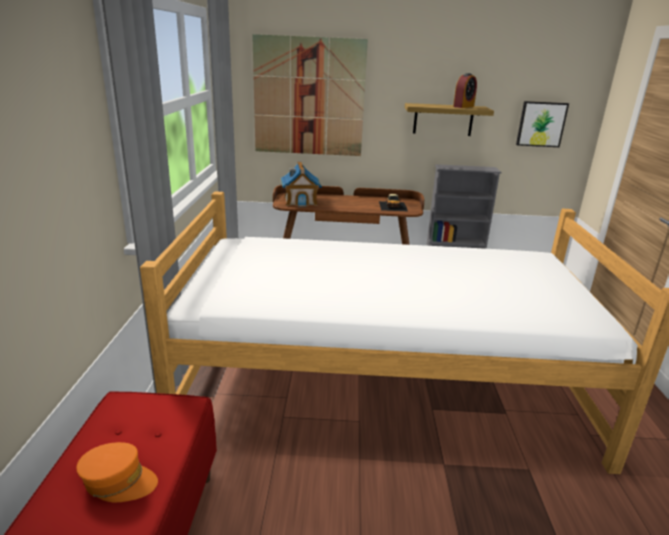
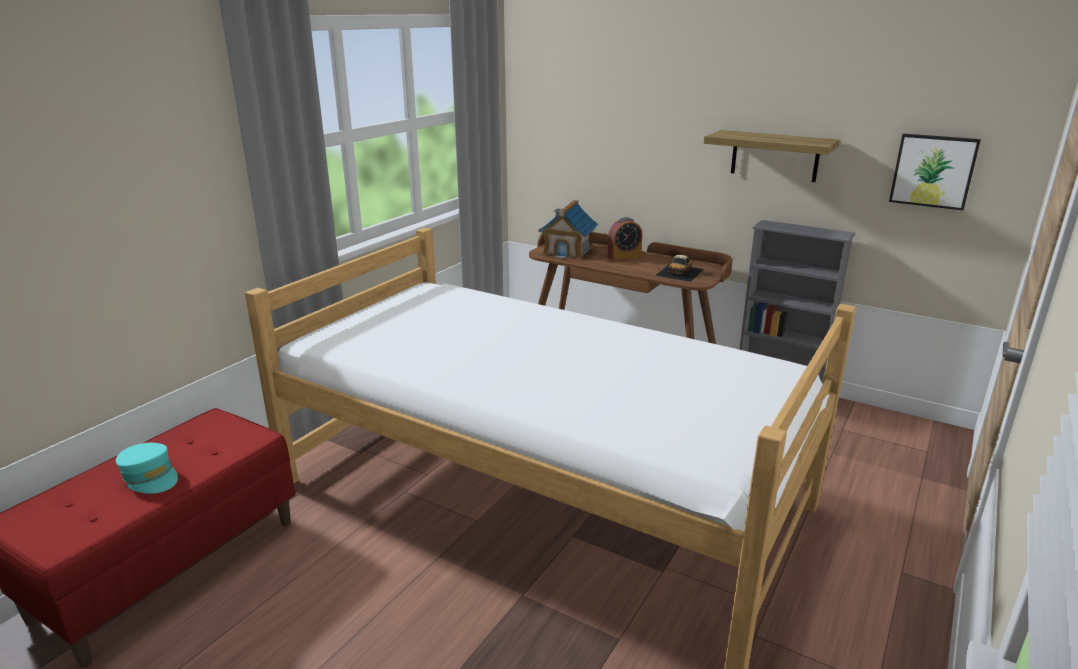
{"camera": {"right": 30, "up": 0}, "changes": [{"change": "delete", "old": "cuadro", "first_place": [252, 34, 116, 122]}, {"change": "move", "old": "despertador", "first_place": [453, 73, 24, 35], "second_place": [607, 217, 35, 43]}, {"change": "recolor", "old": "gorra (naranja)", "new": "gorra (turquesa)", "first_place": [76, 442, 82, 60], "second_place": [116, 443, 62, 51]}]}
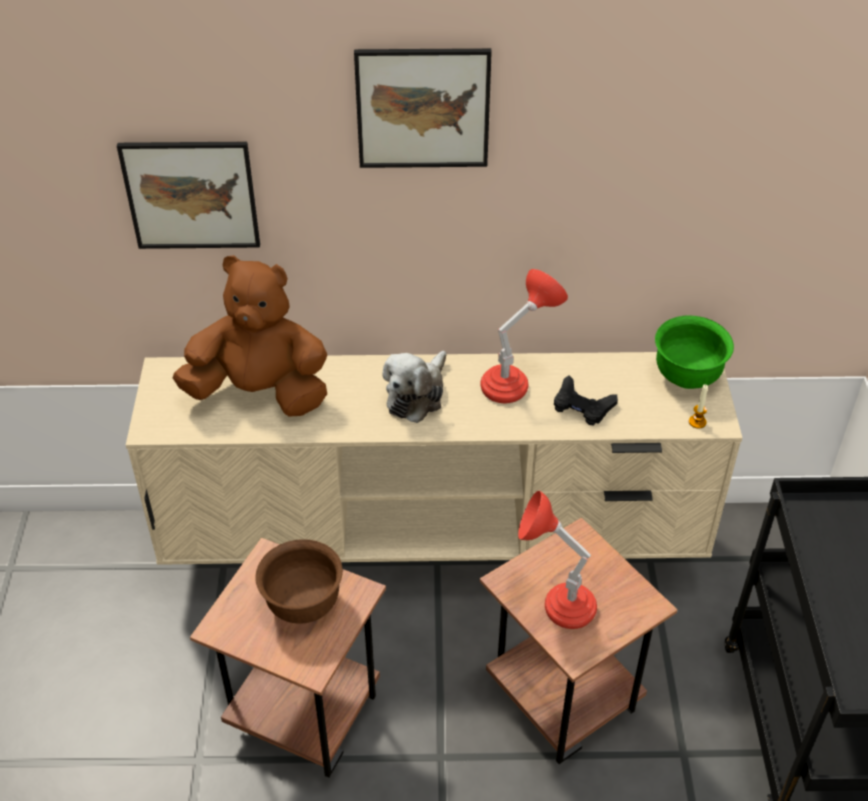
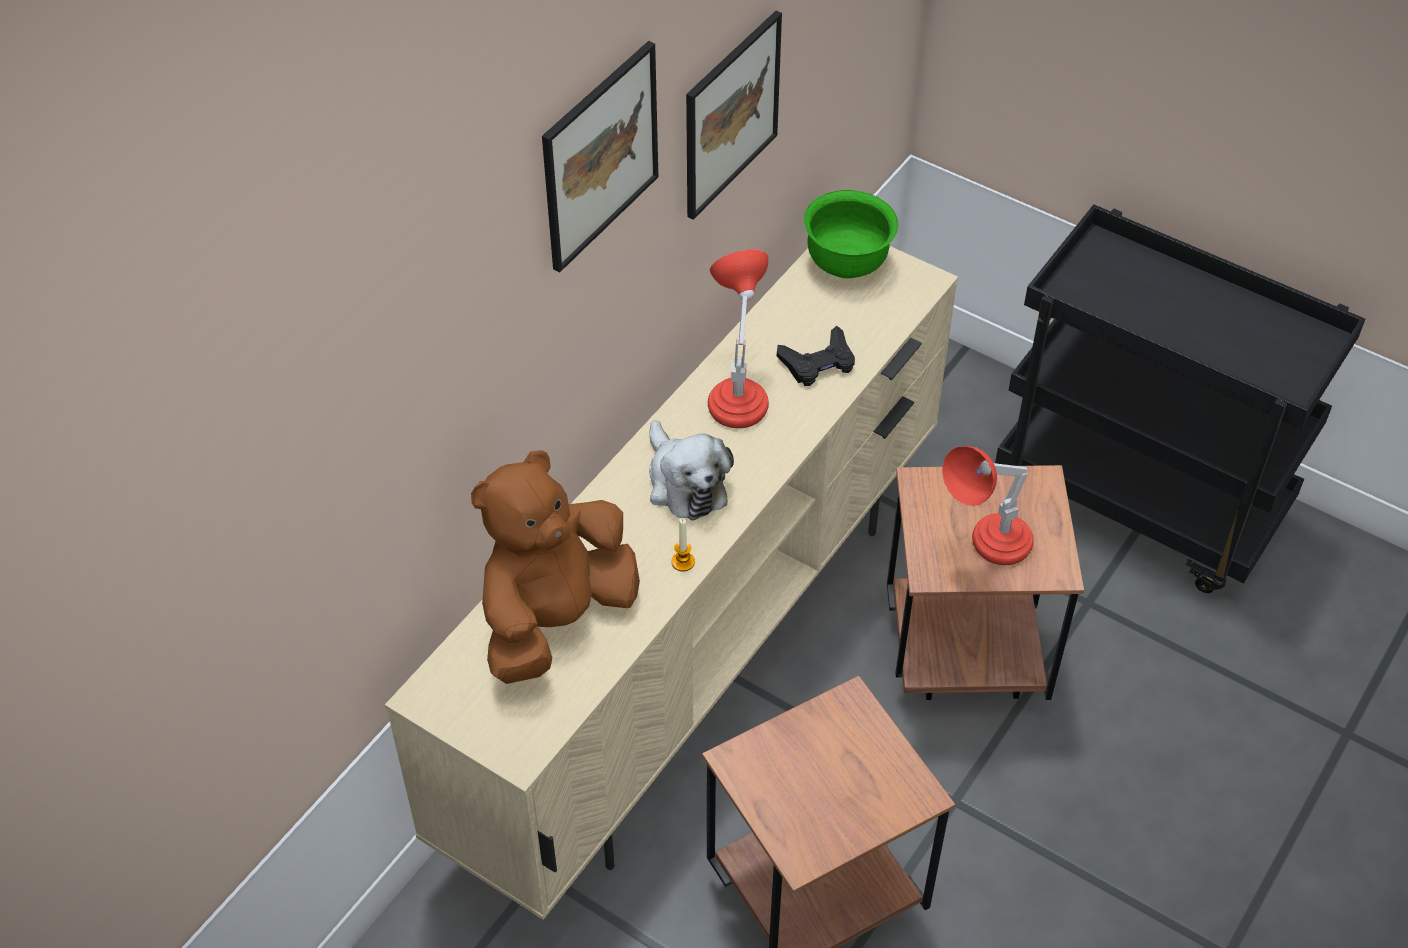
{"camera": {"right": -55, "up": 5}, "changes": [{"change": "move", "old": "cuadro", "first_place": [117, 142, 143, 107], "second_place": [686, 11, 96, 209]}, {"change": "move", "old": "vela", "first_place": [689, 384, 19, 45], "second_place": [671, 518, 24, 53]}, {"change": "delete", "old": "cuenco (marrón)", "first_place": [255, 539, 88, 85]}]}
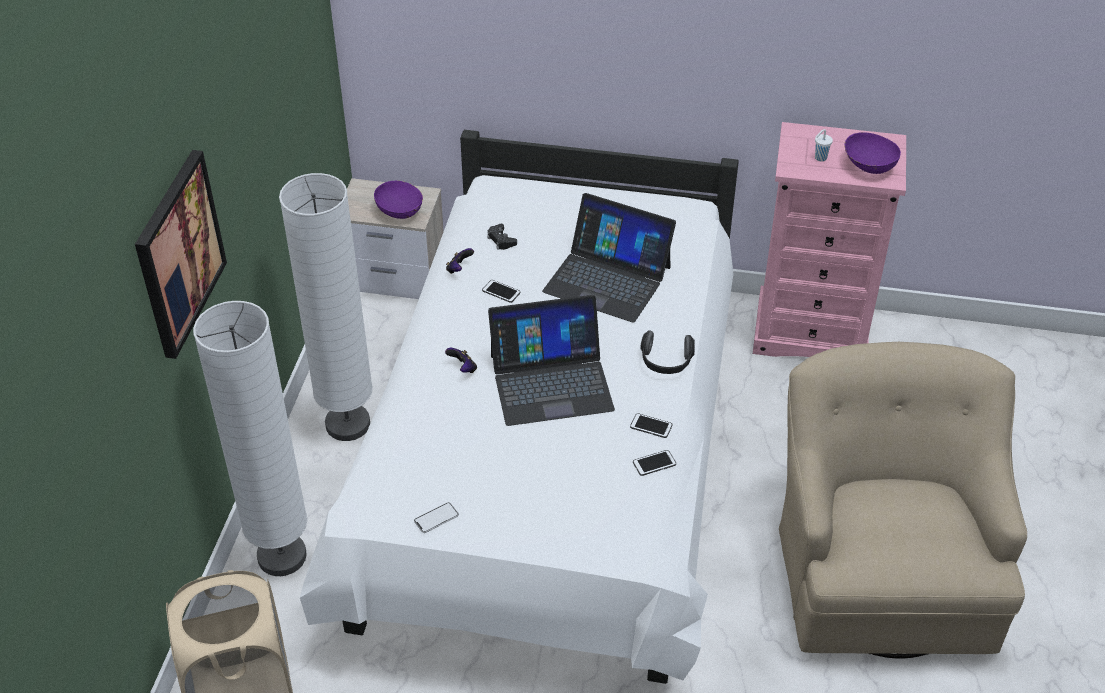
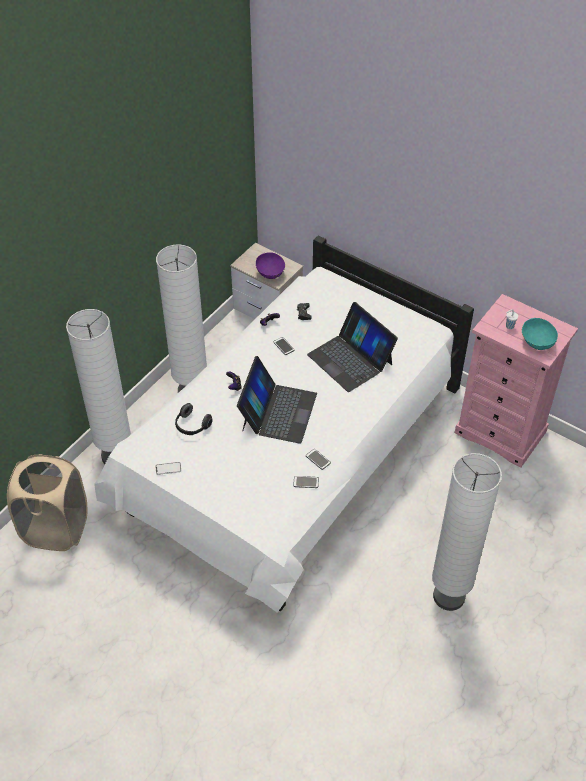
{"camera": {"right": 25, "up": 5}, "changes": [{"change": "recolor", "old": "cuenco (morado)", "new": "cuenco (turquesa)", "first_place": [844, 132, 57, 42], "second_place": [522, 318, 36, 32]}, {"change": "delete", "old": "cuadro", "first_place": [135, 150, 92, 209]}, {"change": "rotate", "old": "portátil", "first_place": [488, 295, 127, 131], "second_place": [237, 356, 80, 88], "degrees": -90}, {"change": "move", "old": "auriculares", "first_place": [640, 330, 55, 44], "second_place": [175, 403, 38, 32]}, {"change": "replace", "old": "sillón (beis)", "new": "lámpara de pie (blanco)", "first_place": [779, 342, 248, 317], "second_place": [432, 453, 70, 158]}]}
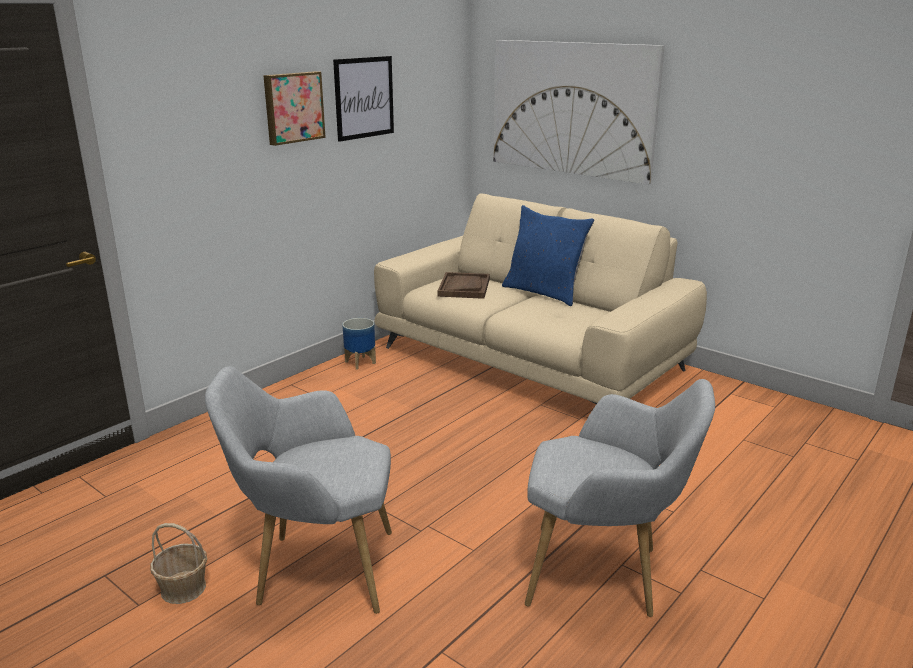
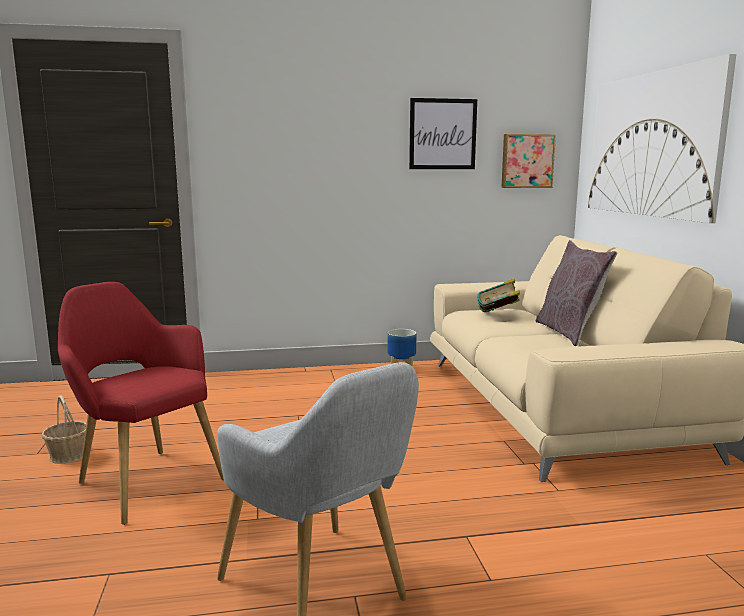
{"camera": {"right": 40, "up": -10}, "changes": [{"change": "move", "old": "cuadro", "first_place": [263, 71, 63, 75], "second_place": [501, 134, 55, 54]}, {"change": "recolor", "old": "cojín (azul)", "new": "cojín (gris)", "first_place": [502, 205, 92, 101], "second_place": [535, 240, 82, 106]}, {"change": "replace", "old": "bandeja (marrón)", "new": "libro", "first_place": [437, 272, 53, 27], "second_place": [477, 278, 43, 34]}, {"change": "recolor", "old": "sillón (gris)", "new": "sillón (rojo)", "first_place": [205, 366, 187, 248], "second_place": [58, 282, 166, 243]}]}
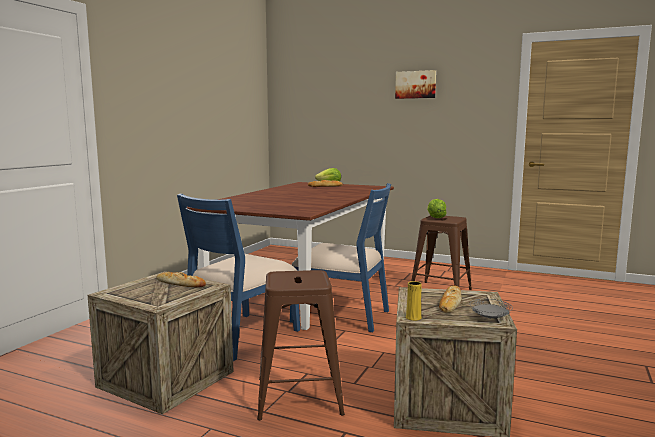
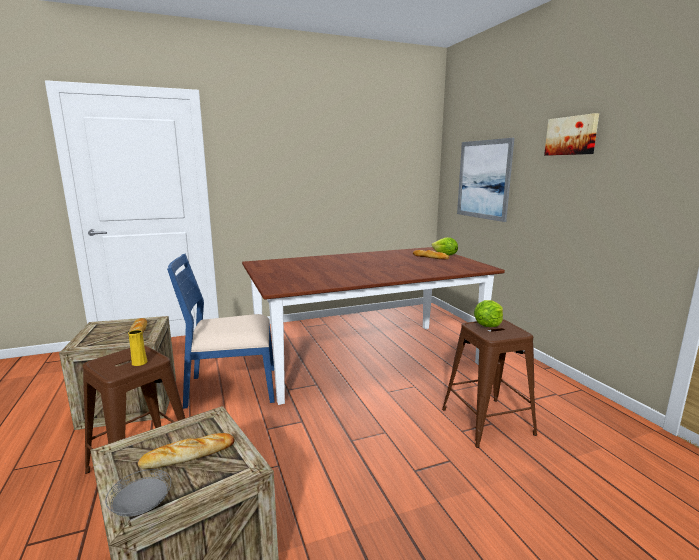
{"camera": {"right": 45, "up": 5}, "changes": [{"change": "delete", "old": "silla (azul)", "first_place": [290, 183, 101, 149]}, {"change": "move", "old": "florero (amarillo)", "first_place": [406, 281, 16, 40], "second_place": [128, 330, 20, 36]}, {"change": "insert", "new": "cuadro", "second_place": [457, 138, 57, 84]}]}
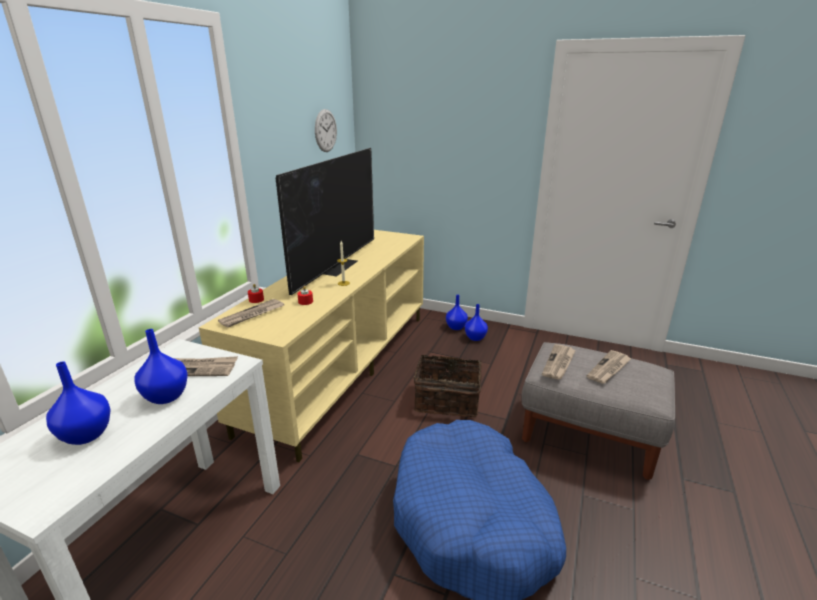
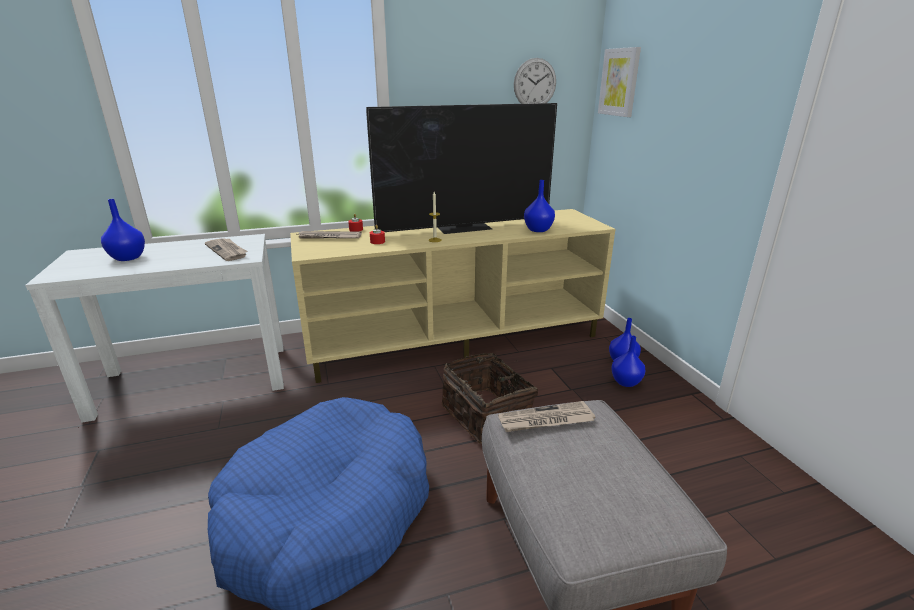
{"camera": {"right": 50, "up": 0}, "changes": [{"change": "move", "old": "florero (azul)", "first_place": [135, 329, 53, 75], "second_place": [524, 180, 31, 52]}, {"change": "delete", "old": "periódico", "first_place": [586, 350, 46, 34]}, {"change": "insert", "new": "cuadro", "second_place": [598, 47, 43, 70]}]}
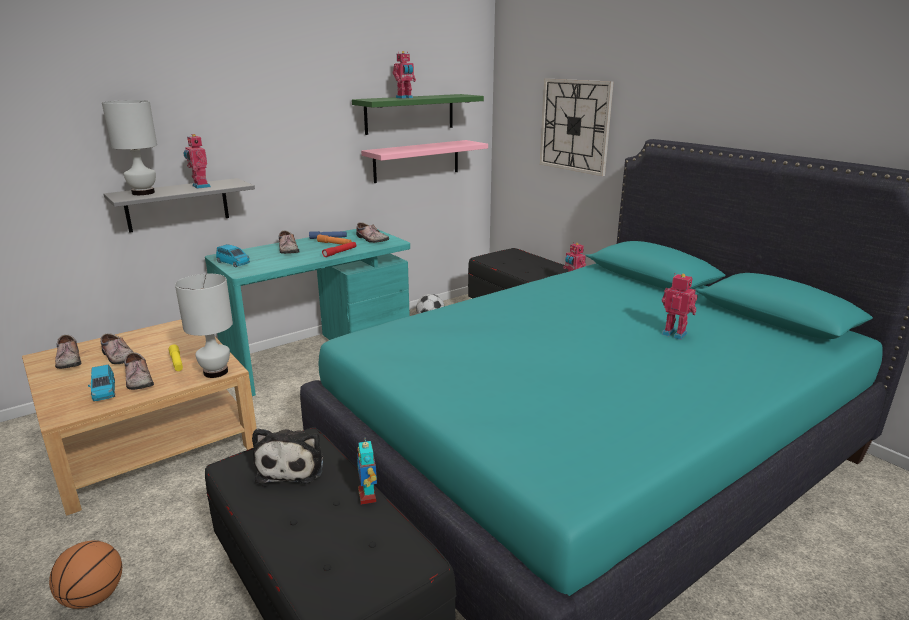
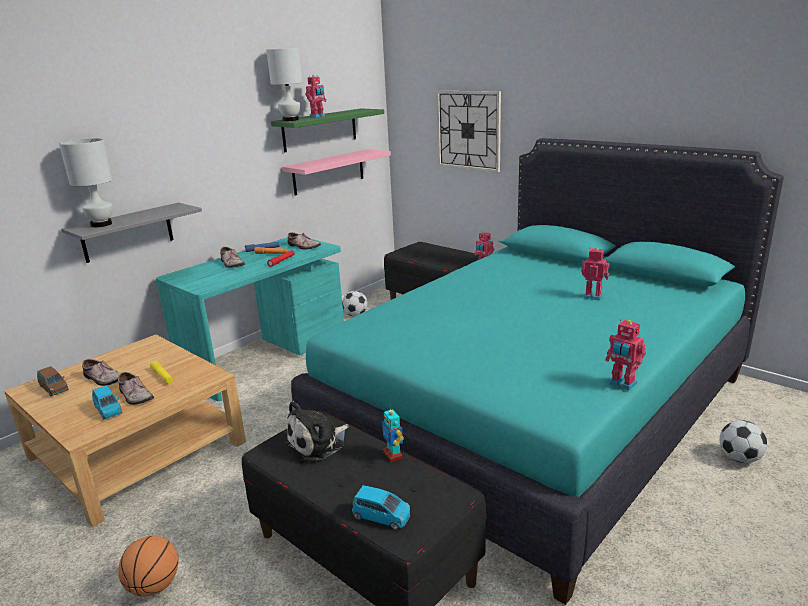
{"camera": {"right": -10, "up": 0}, "changes": [{"change": "move", "old": "robot de juguete", "first_place": [183, 134, 28, 55], "second_place": [605, 319, 41, 72]}, {"change": "move", "old": "coche de juguete (azul)", "first_place": [216, 244, 34, 24], "second_place": [352, 485, 58, 45]}, {"change": "move", "old": "lámpara de mesa (blanco)", "first_place": [175, 274, 58, 104], "second_place": [266, 48, 37, 73]}, {"change": "replace", "old": "zapato", "new": "coche de juguete (marrón)", "first_place": [55, 335, 26, 34], "second_place": [37, 366, 31, 31]}, {"change": "rotate", "old": "peluche", "first_place": [252, 428, 71, 56], "second_place": [285, 401, 64, 60], "degrees": 60}, {"change": "insert", "new": "balón de fútbol", "second_place": [720, 420, 47, 43]}]}
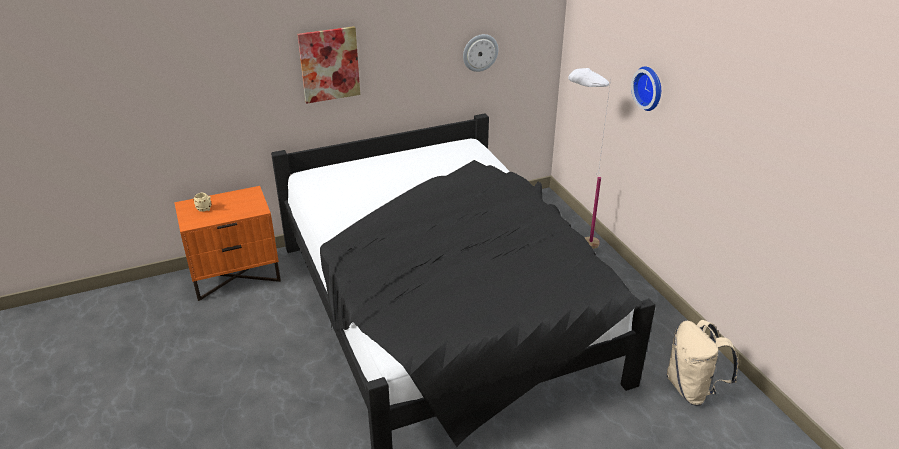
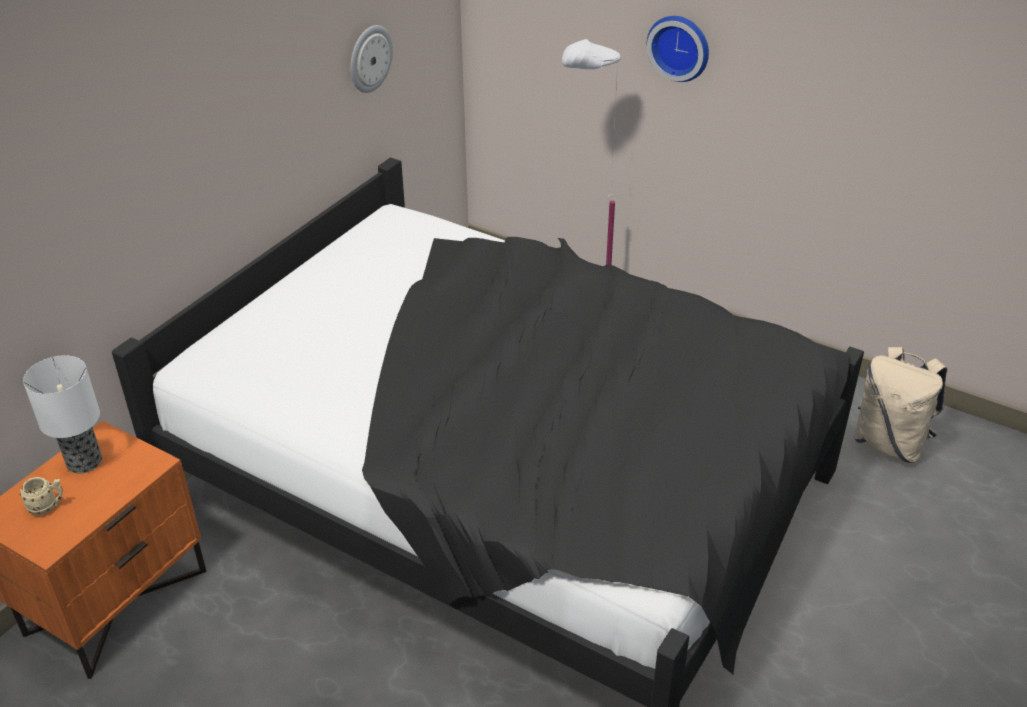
{"camera": {"right": -35, "up": 5}, "changes": [{"change": "delete", "old": "cuadro", "first_place": [297, 26, 63, 78]}, {"change": "insert", "new": "lámpara de mesa", "second_place": [23, 355, 79, 118]}]}
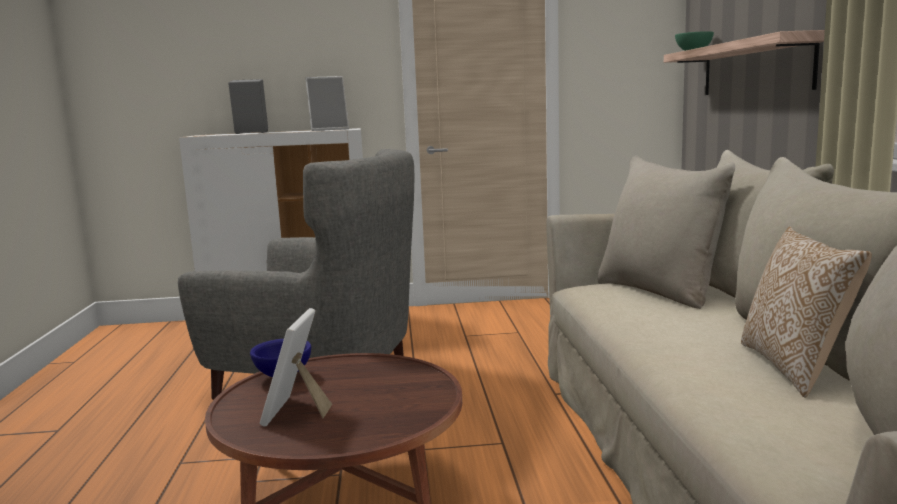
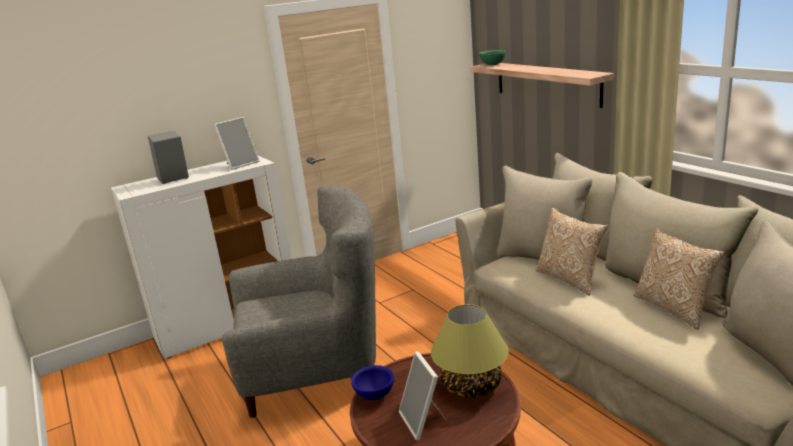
{"camera": {"right": -25, "up": 10}, "changes": [{"change": "insert", "new": "cojín", "second_place": [536, 208, 72, 88]}, {"change": "insert", "new": "lámpara de mesa", "second_place": [431, 304, 78, 94]}]}
